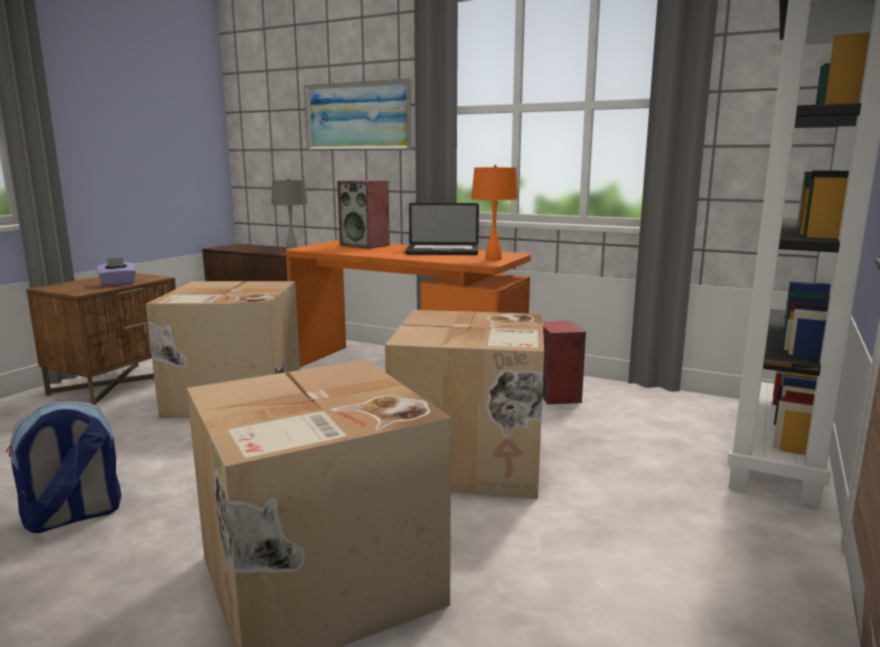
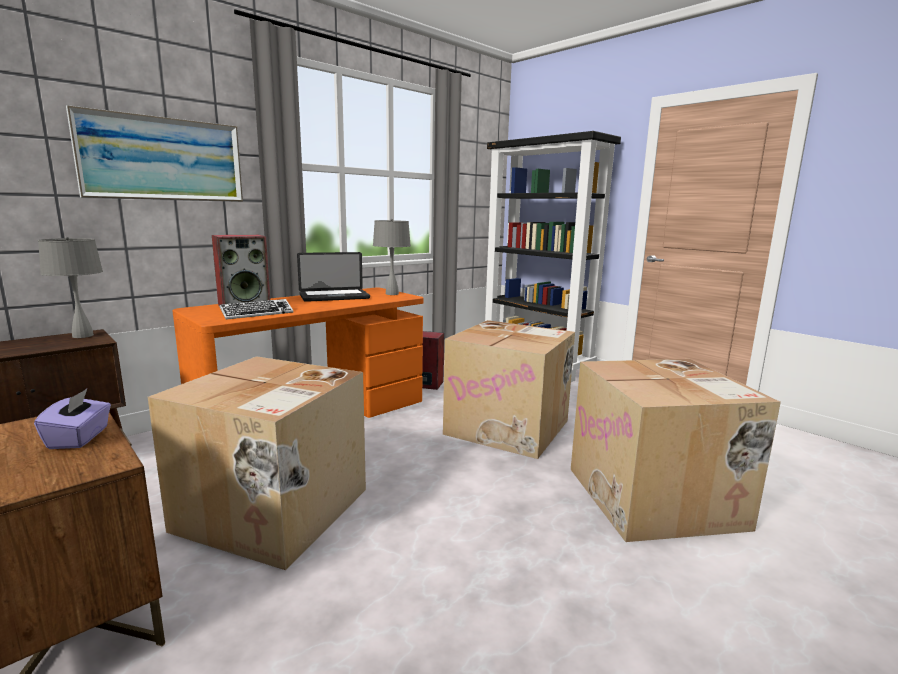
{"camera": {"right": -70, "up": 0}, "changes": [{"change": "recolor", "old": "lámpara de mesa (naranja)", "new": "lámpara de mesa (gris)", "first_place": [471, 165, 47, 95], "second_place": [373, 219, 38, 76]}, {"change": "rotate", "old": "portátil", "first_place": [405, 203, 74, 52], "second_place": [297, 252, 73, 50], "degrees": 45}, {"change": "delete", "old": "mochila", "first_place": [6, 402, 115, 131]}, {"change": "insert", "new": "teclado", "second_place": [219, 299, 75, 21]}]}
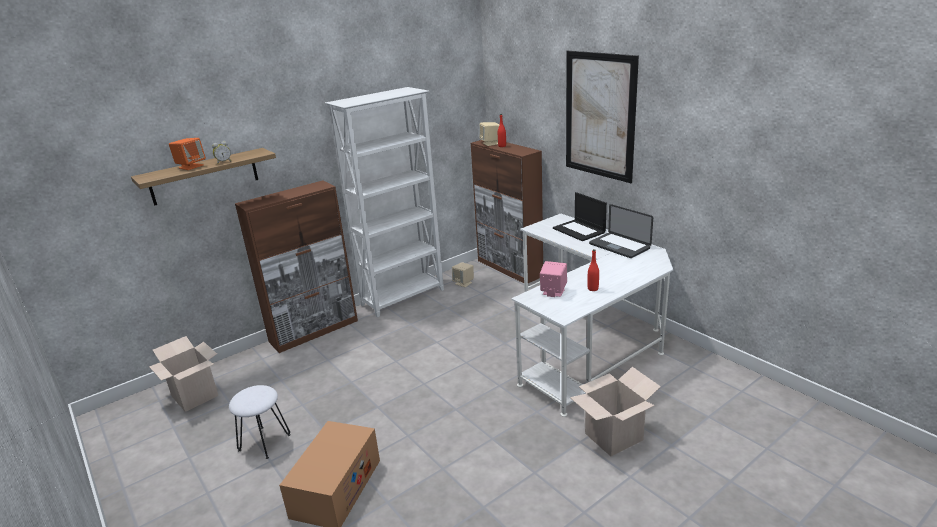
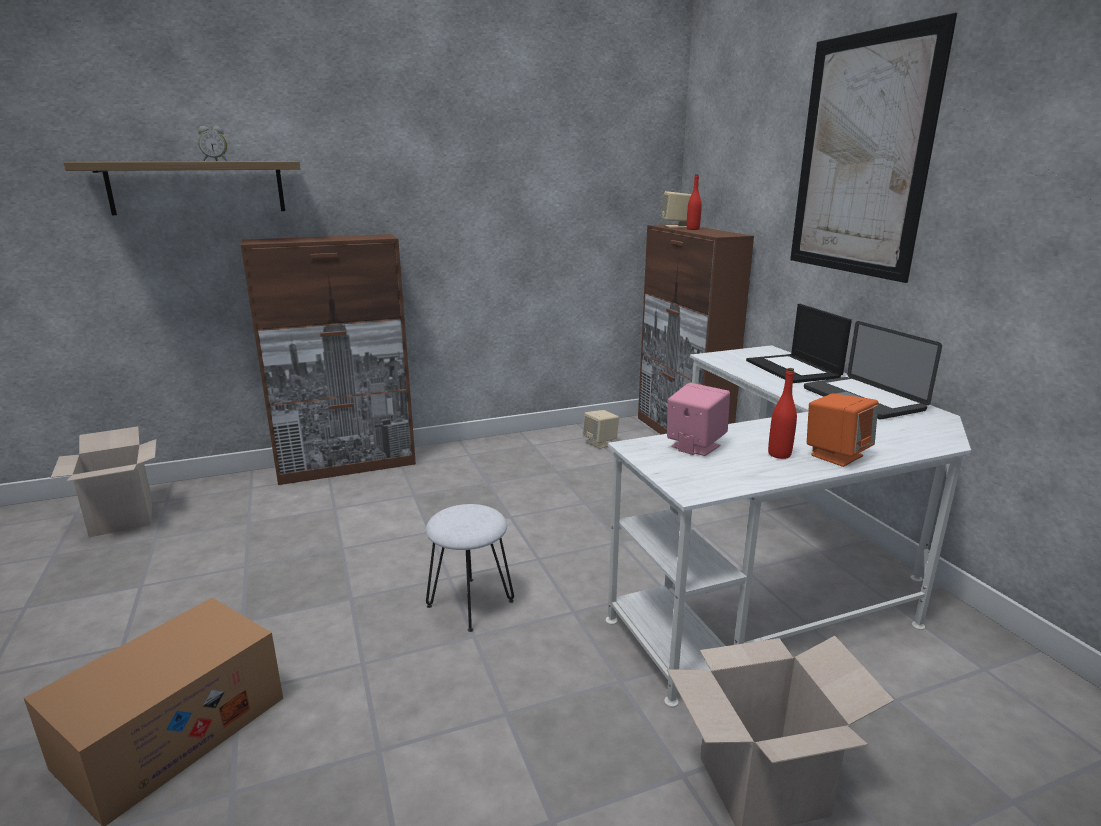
{"camera": {"right": 15, "up": -5}, "changes": [{"change": "delete", "old": "estantería (blanco)", "first_place": [325, 87, 119, 231]}, {"change": "move", "old": "altavoz (naranja)", "first_place": [169, 138, 37, 32], "second_place": [807, 393, 72, 74]}, {"change": "move", "old": "taburete (blanco)", "first_place": [229, 385, 62, 74], "second_place": [426, 504, 88, 128]}]}
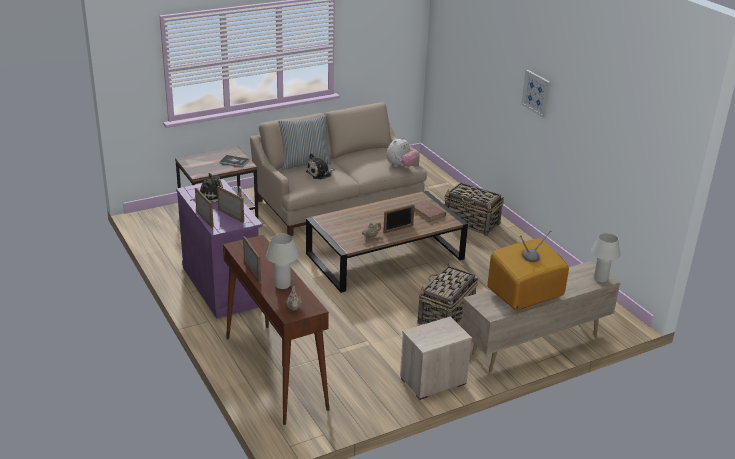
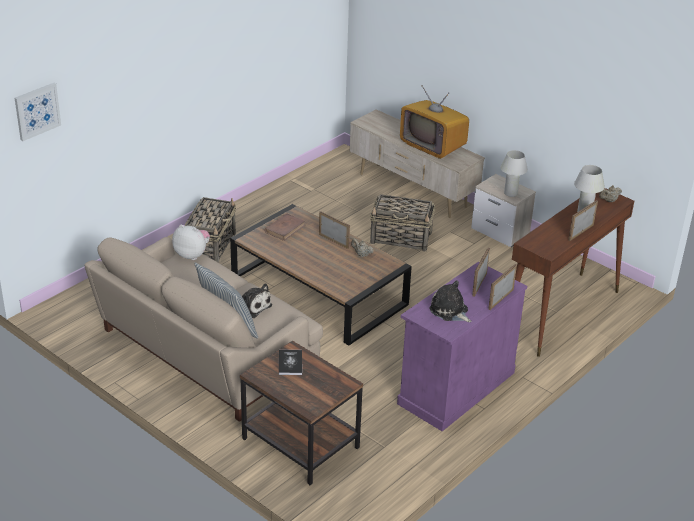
{"camera": {"right": -110, "up": 5}, "changes": [{"change": "move", "old": "cuadro", "first_place": [521, 70, 30, 48], "second_place": [15, 83, 46, 58]}, {"change": "move", "old": "lámpara de mesa (blanco)", "first_place": [591, 233, 30, 50], "second_place": [500, 150, 28, 47]}]}
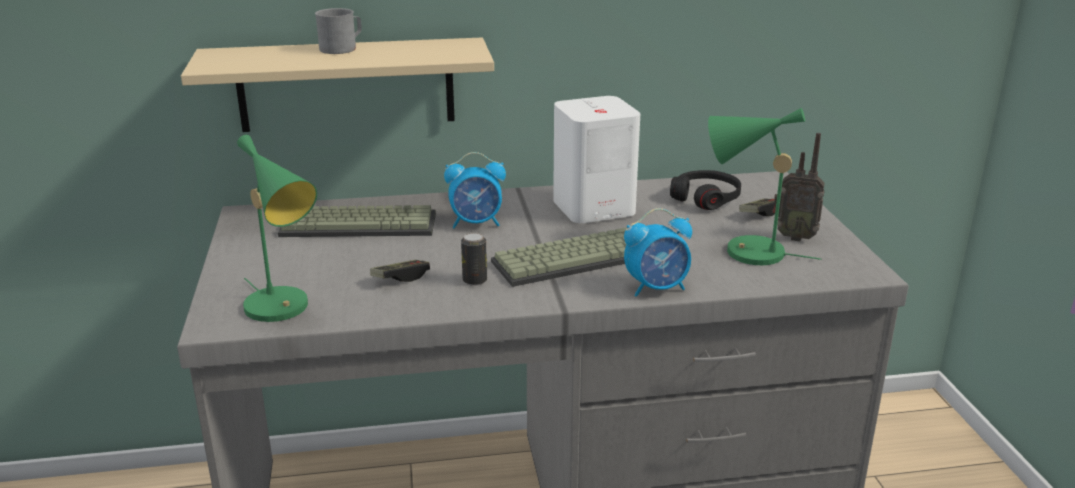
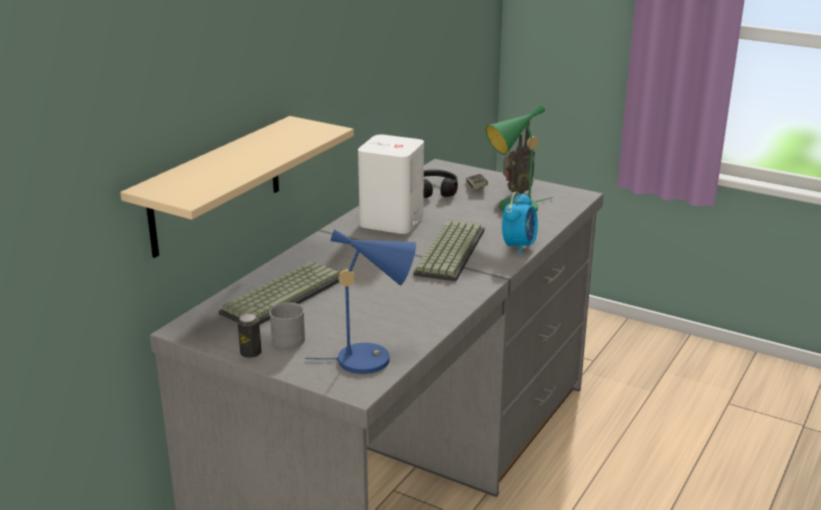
{"camera": {"right": -50, "up": 0}, "changes": [{"change": "move", "old": "taza grande (gris)", "first_place": [315, 8, 47, 46], "second_place": [269, 302, 36, 47]}, {"change": "recolor", "old": "lámpara de mesa (verde)", "new": "lámpara de mesa (azul)", "first_place": [237, 135, 80, 187], "second_place": [305, 229, 111, 145]}, {"change": "delete", "old": "despertador", "first_place": [444, 152, 62, 76]}, {"change": "move", "old": "lata", "first_place": [461, 233, 26, 53], "second_place": [237, 313, 24, 45]}, {"change": "delete", "old": "mando de consola", "first_place": [370, 260, 60, 22]}]}
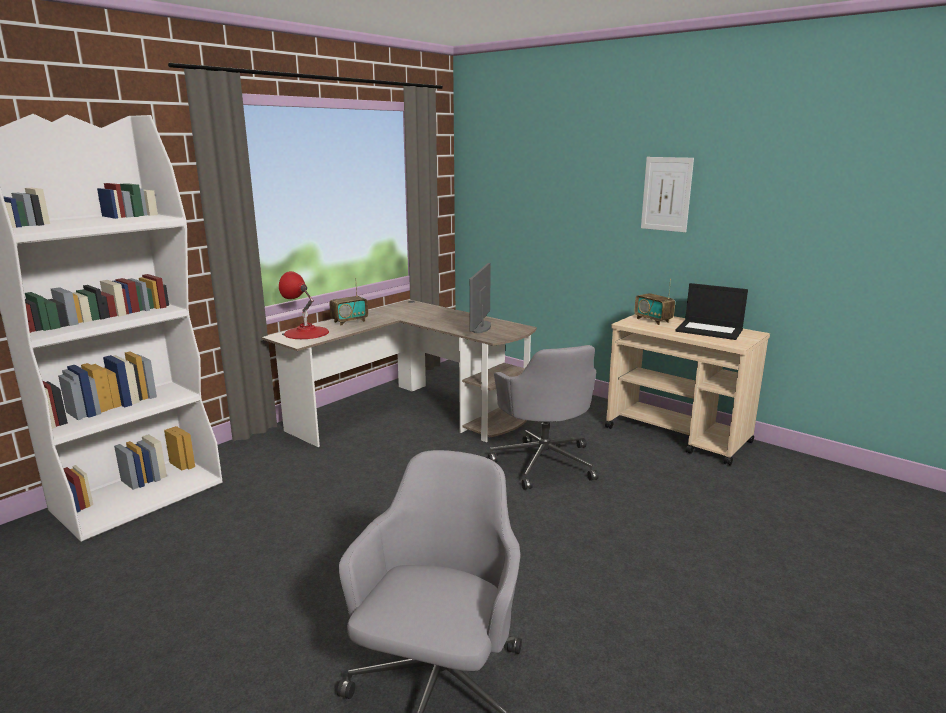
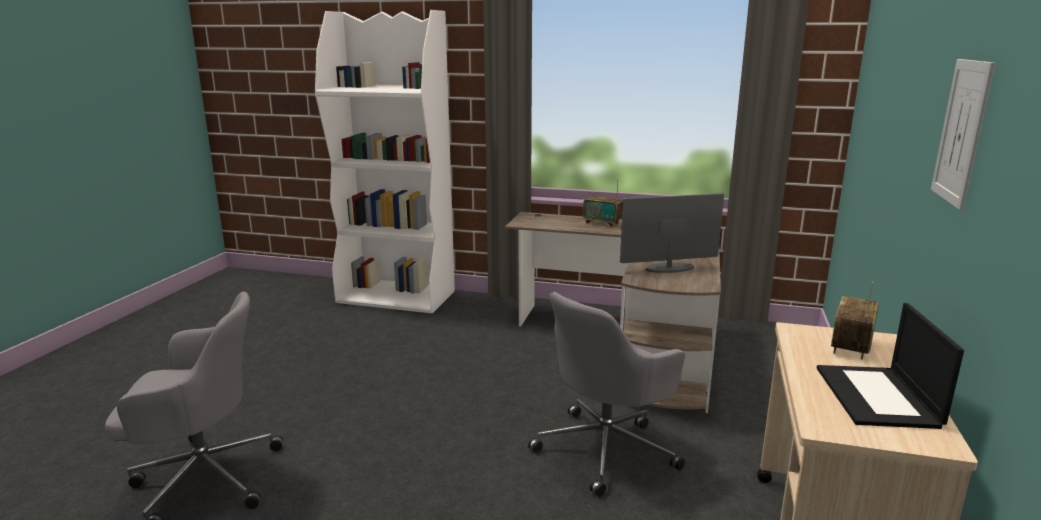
{"camera": {"right": 65, "up": 0}, "changes": [{"change": "delete", "old": "lámpara de mesa (rojo)", "first_place": [279, 271, 50, 68]}]}
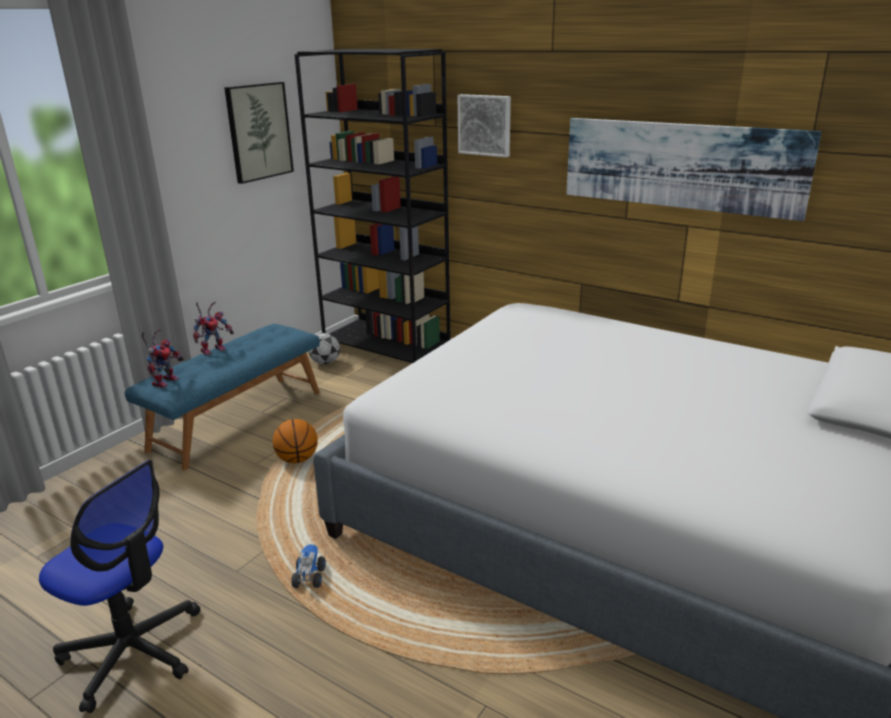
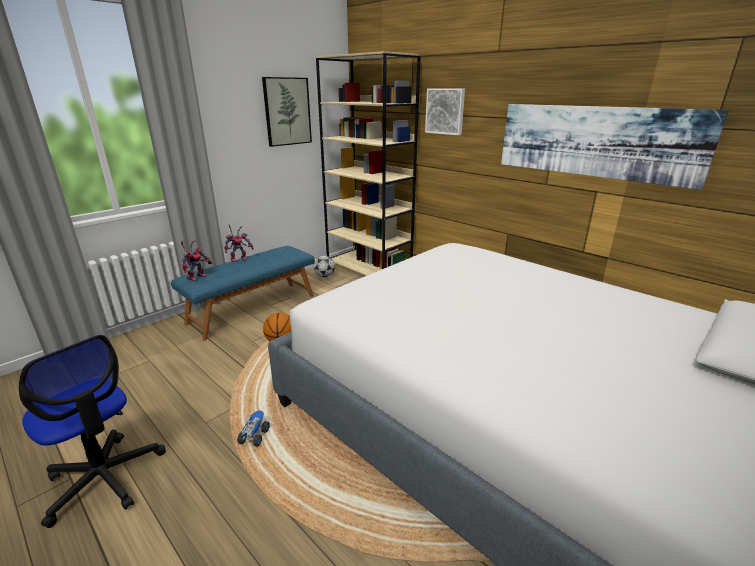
{"camera": {"right": 10, "up": 0}, "changes": [{"change": "recolor", "old": "estantería (negro)", "new": "estantería (beis)", "first_place": [295, 49, 156, 314], "second_place": [316, 51, 105, 225]}]}
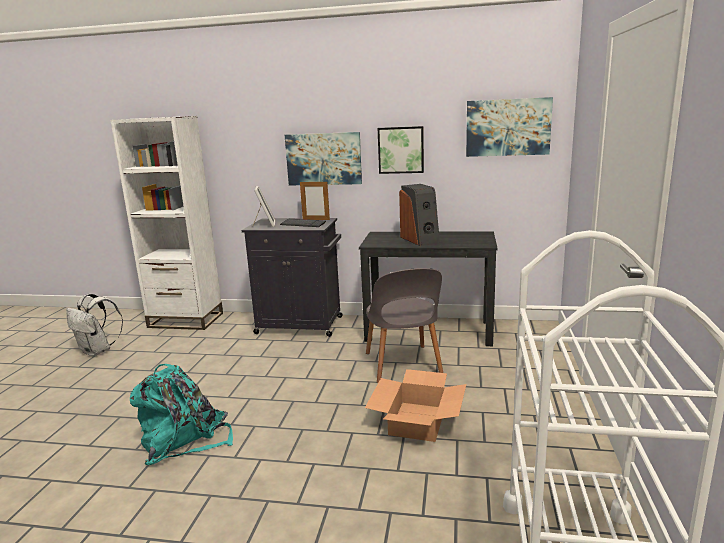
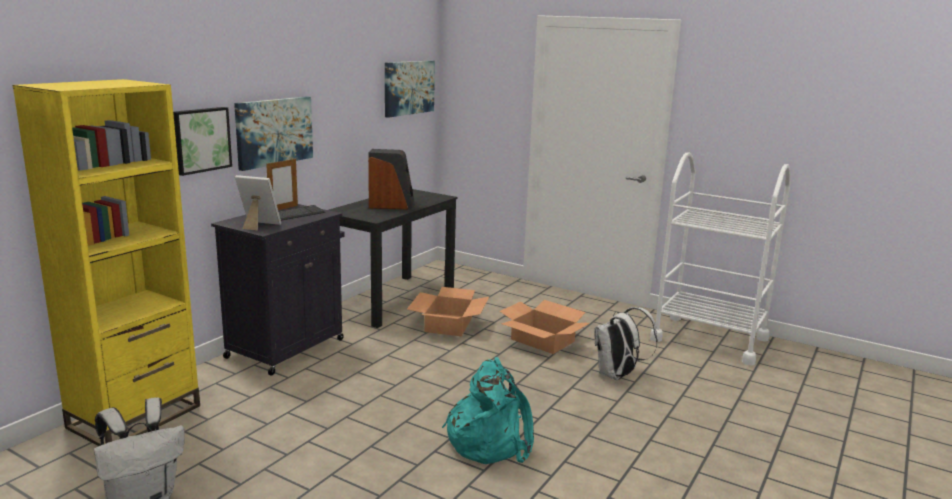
{"camera": {"right": -70, "up": 0}, "changes": [{"change": "recolor", "old": "estantería (blanco)", "new": "estantería (amarillo)", "first_place": [110, 116, 113, 214], "second_place": [12, 79, 188, 367]}, {"change": "move", "old": "cuadro", "first_place": [378, 126, 46, 48], "second_place": [173, 107, 59, 69]}, {"change": "replace", "old": "silla (gris)", "new": "caja de cartón", "first_place": [366, 268, 77, 115], "second_place": [407, 287, 83, 49]}, {"change": "insert", "new": "mochila (blanco)", "second_place": [594, 307, 64, 73]}]}
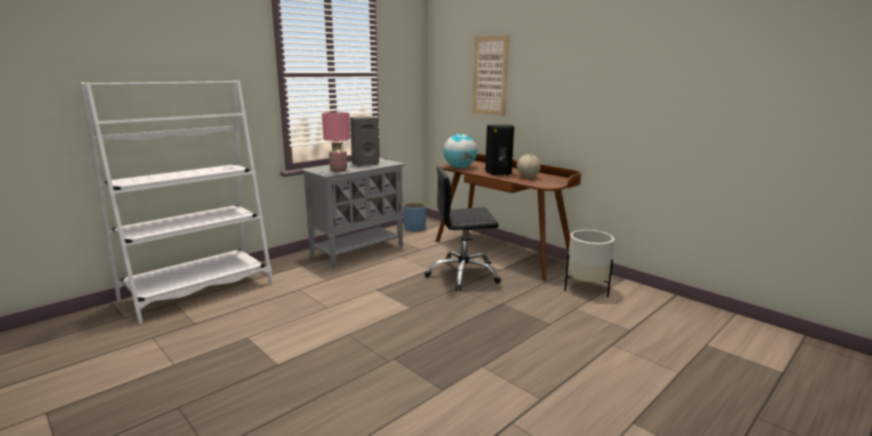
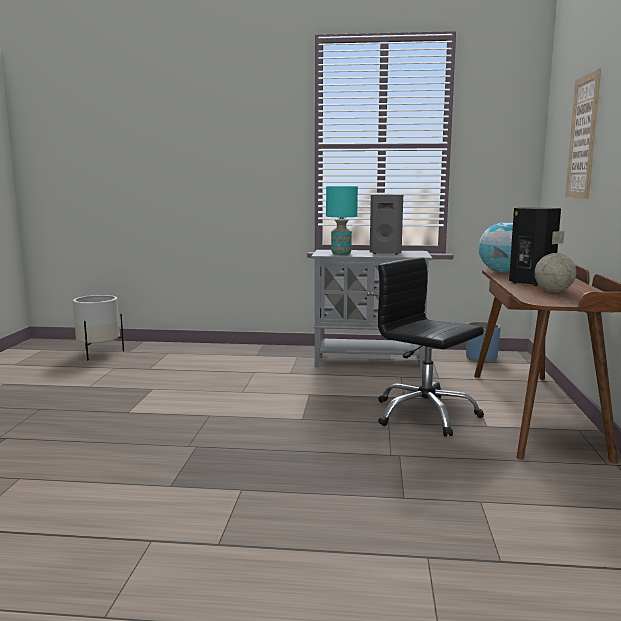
{"camera": {"right": 50, "up": -5}, "changes": [{"change": "delete", "old": "estantería (blanco)", "first_place": [80, 81, 193, 243]}, {"change": "recolor", "old": "lámpara de mesa (rosa)", "new": "lámpara de mesa (turquesa)", "first_place": [322, 112, 29, 60], "second_place": [326, 186, 32, 69]}, {"change": "move", "old": "maceta (blanco)", "first_place": [564, 230, 51, 67], "second_place": [73, 295, 51, 65]}]}
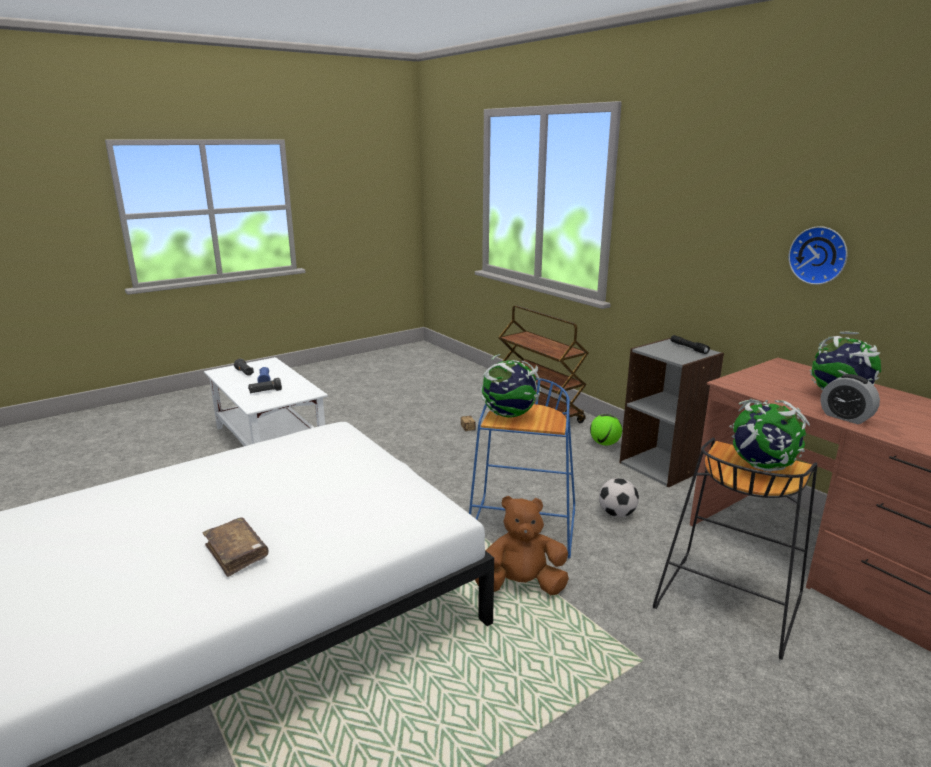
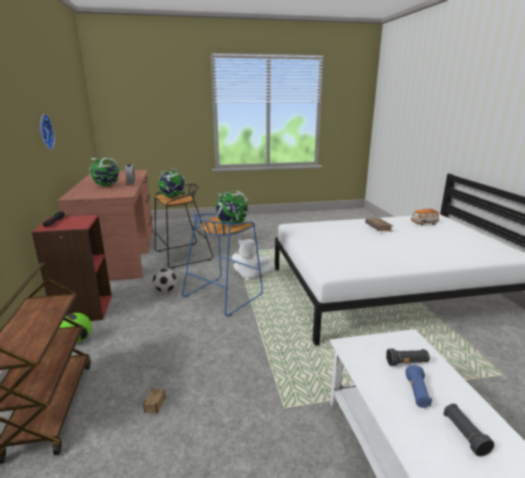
{"camera": {"right": -155, "up": 0}, "changes": [{"change": "recolor", "old": "estantería (gris)", "new": "estantería (rojo)", "first_place": [620, 338, 104, 149], "second_place": [31, 214, 81, 107]}, {"change": "recolor", "old": "peluche (marrón)", "new": "peluche (blanco)", "first_place": [475, 496, 94, 99], "second_place": [232, 239, 43, 42]}, {"change": "insert", "new": "coche de juguete", "second_place": [411, 208, 28, 18]}]}
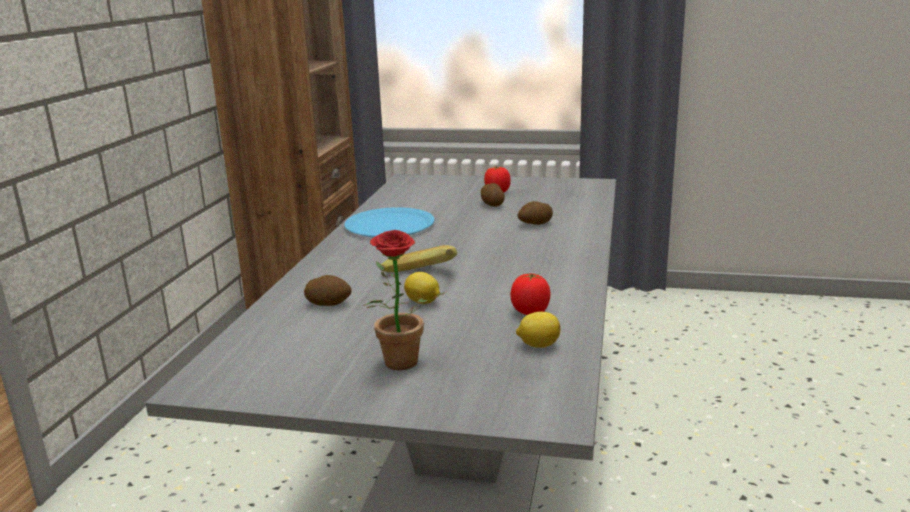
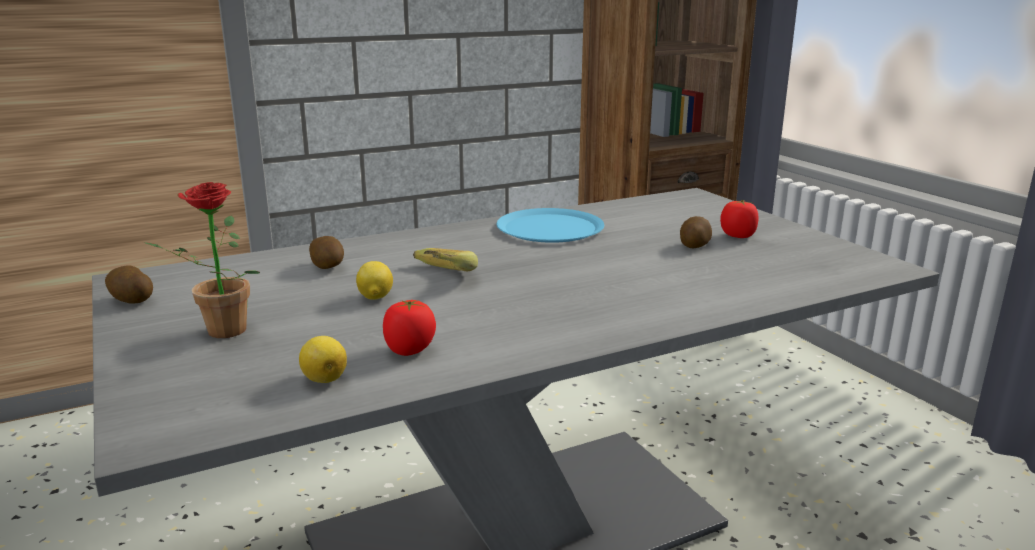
{"camera": {"right": 50, "up": 0}, "changes": [{"change": "move", "old": "patata", "first_place": [517, 201, 36, 24], "second_place": [105, 265, 48, 39]}]}
